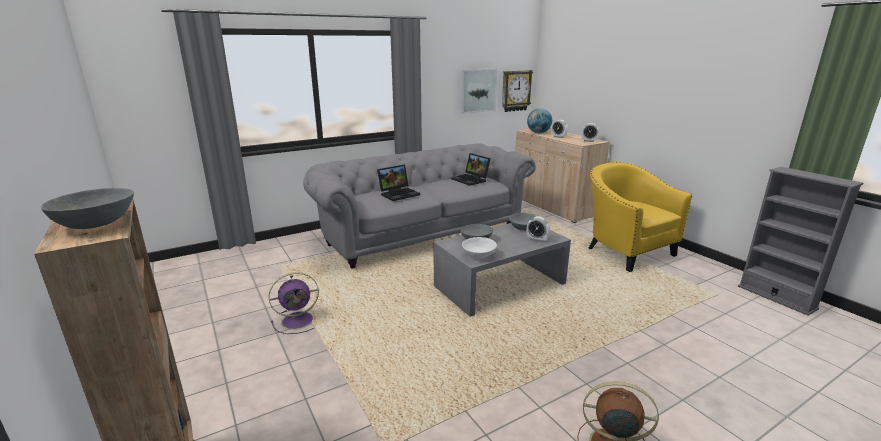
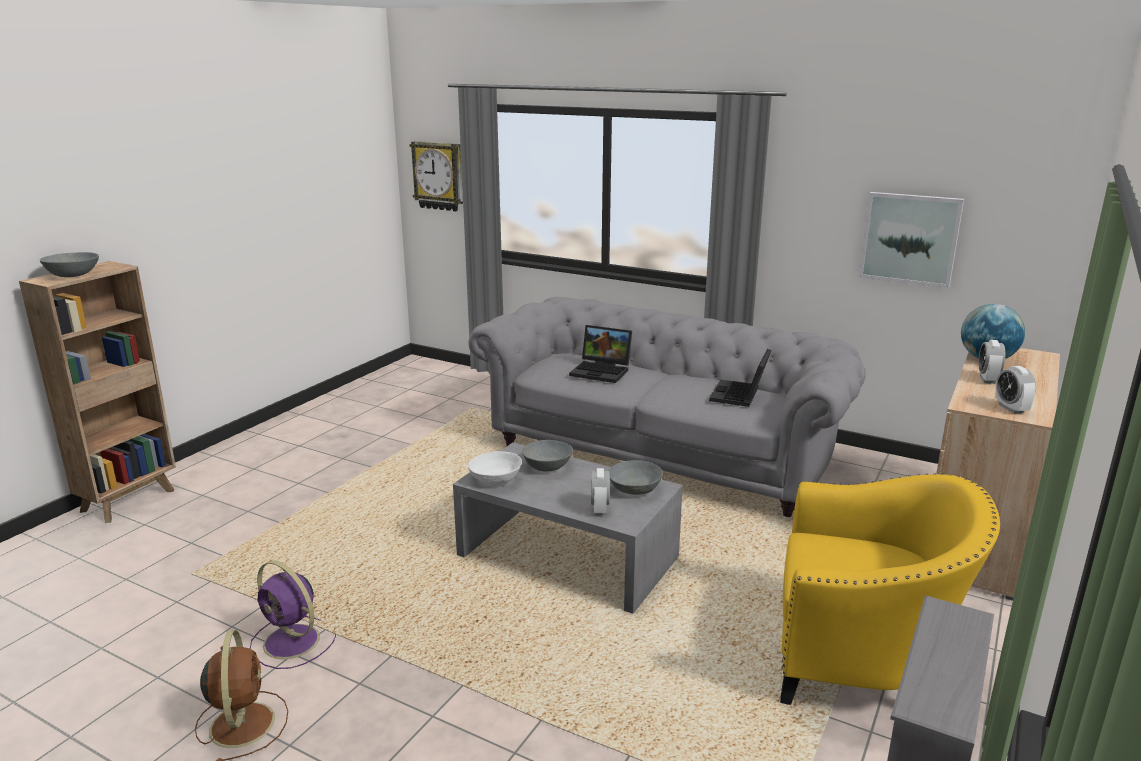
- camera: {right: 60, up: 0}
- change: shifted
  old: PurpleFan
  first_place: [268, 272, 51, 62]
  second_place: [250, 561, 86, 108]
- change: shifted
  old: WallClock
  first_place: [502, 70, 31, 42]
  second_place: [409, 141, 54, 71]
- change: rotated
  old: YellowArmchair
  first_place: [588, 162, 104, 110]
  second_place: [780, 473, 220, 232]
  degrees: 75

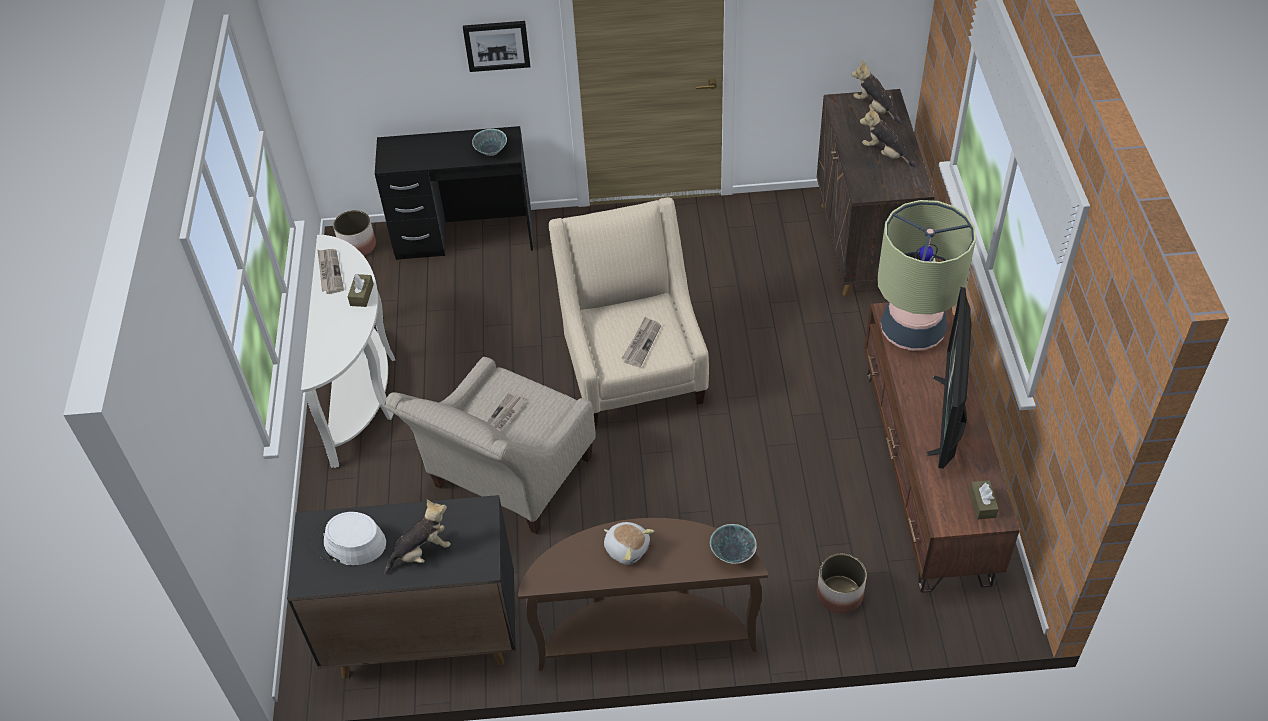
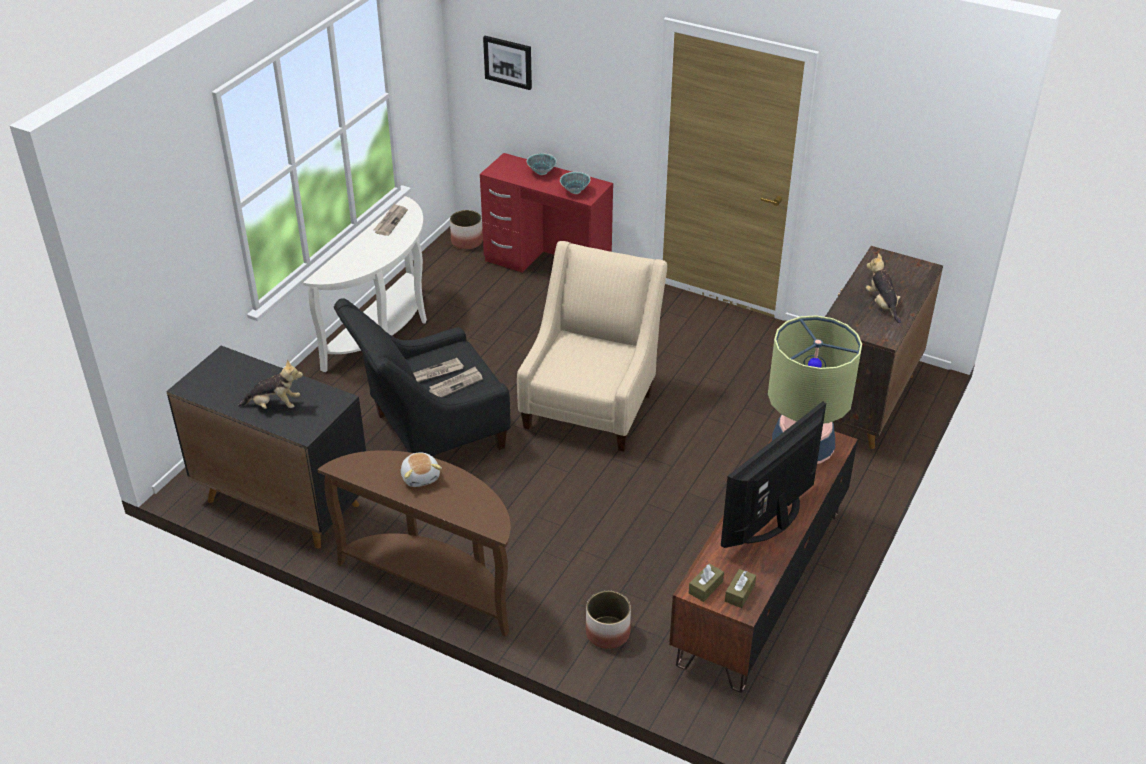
- camera: {right: 30, up: -10}
- change: gone
  old: WhiteHat
  first_place: [310, 512, 76, 53]
- change: gone
  old: PlushToy
  first_place: [851, 60, 51, 63]
- change: shifted
  old: BrownTissueBox
  first_place: [348, 274, 26, 33]
  second_place: [689, 563, 35, 39]
- change: shifted
  old: Picture
  first_place: [463, 21, 67, 51]
  second_place: [483, 36, 49, 54]
- change: shifted
  old: Newspaper
  first_place: [622, 317, 39, 50]
  second_place: [429, 367, 54, 30]
- change: shifted
  old: Bowl
  first_place: [710, 524, 47, 40]
  second_place: [527, 153, 30, 22]
- change: repainted
  old: BlackDesk
  new: RedDesk
  first_place: [375, 126, 158, 134]
  second_place: [480, 153, 133, 120]
- change: repainted
  old: BeigeArmchair
  new: BlackArmchair
  first_place: [385, 357, 211, 177]
  second_place: [334, 298, 177, 158]

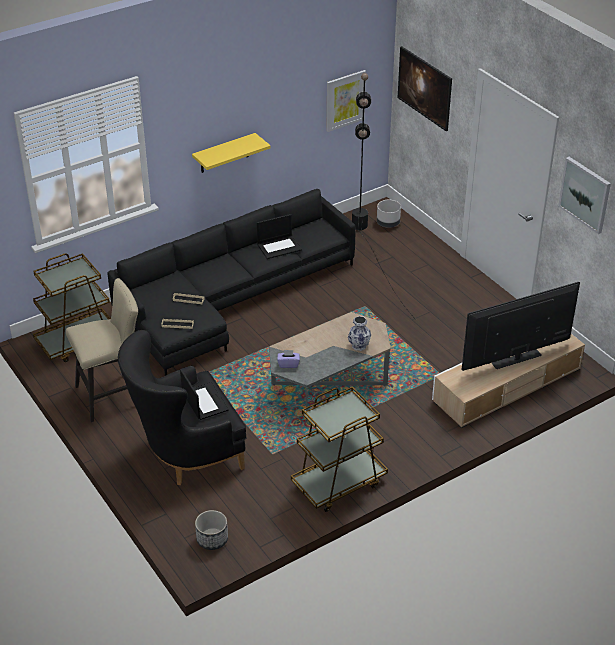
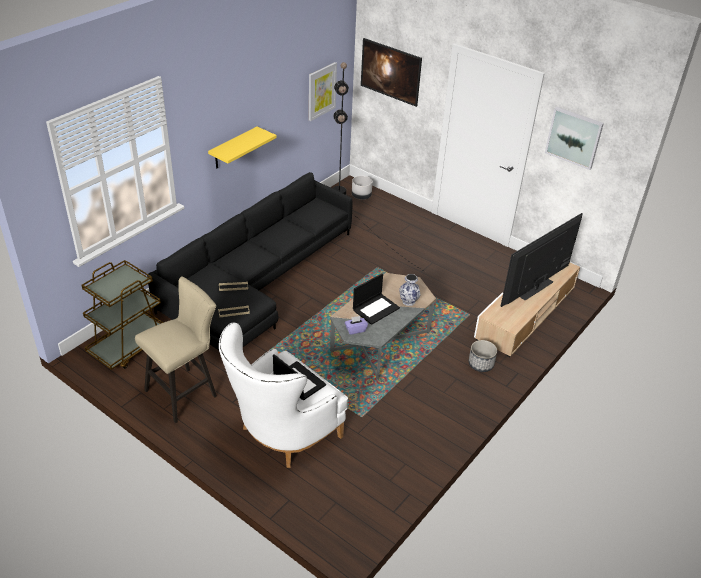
- camera: {right: -20, up: 0}
- change: gone
  old: BrownCart
  first_place: [291, 387, 97, 125]
- change: shifted
  old: Planter
  first_place: [195, 510, 33, 40]
  second_place: [469, 340, 28, 32]
- change: shifted
  old: Laptop
  first_place: [257, 214, 45, 45]
  second_place: [353, 273, 47, 52]
- change: repainted
  old: BlackArmchair
  new: WhiteArmchair
  first_place: [118, 330, 129, 156]
  second_place: [219, 323, 129, 145]

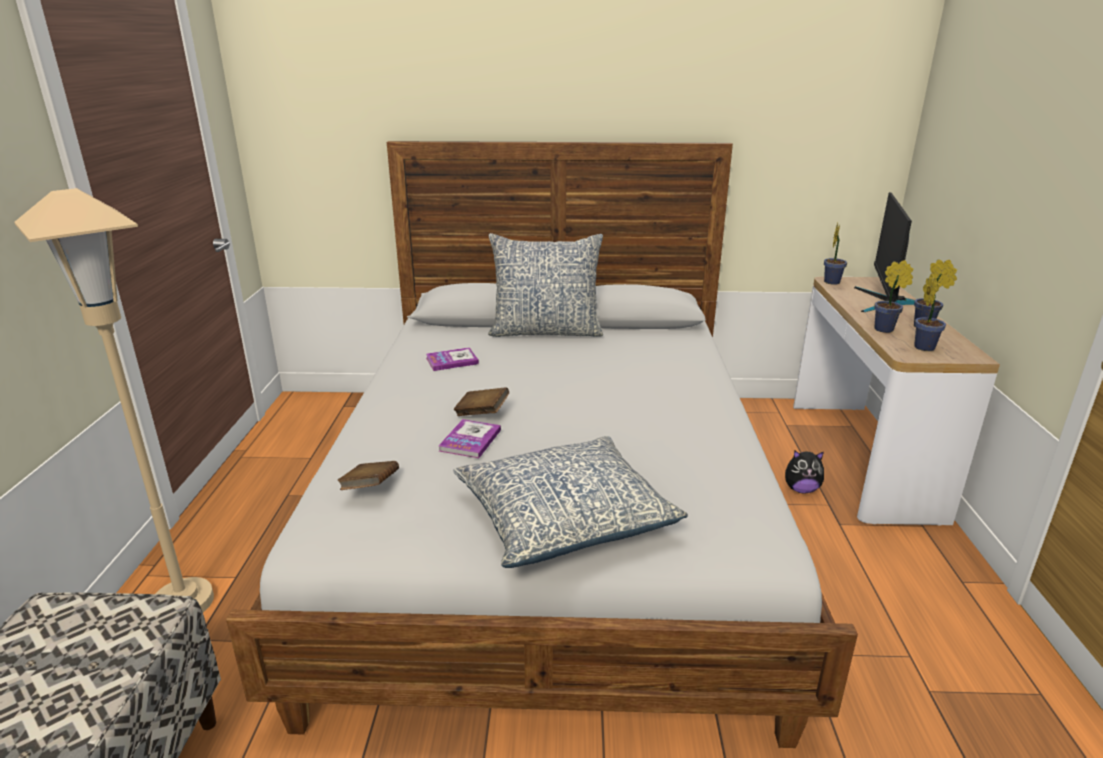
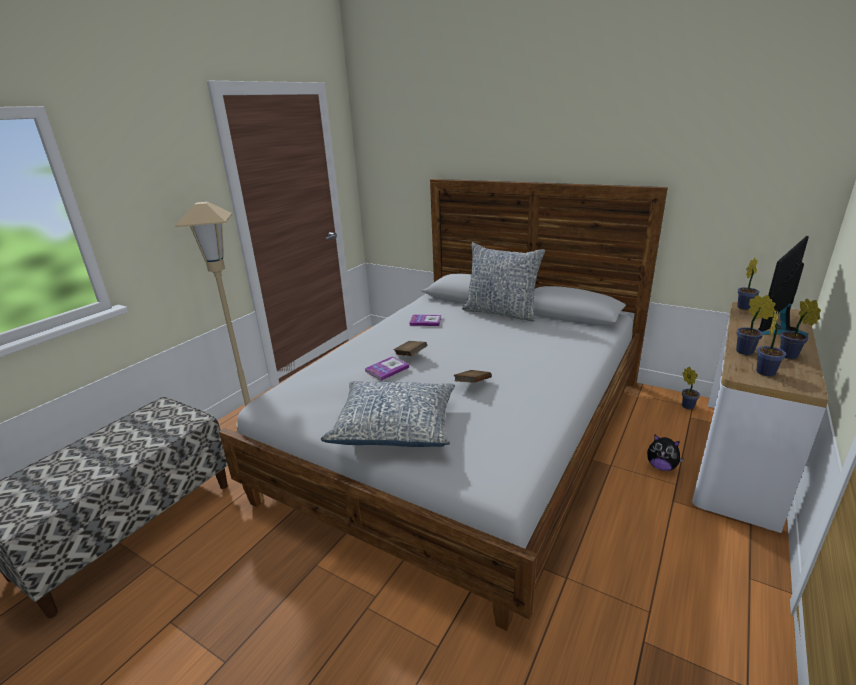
- camera: {right: 30, up: 0}
- change: new
  new: PottedPlant
  second_place: [682, 367, 18, 42]
- change: shifted
  old: BrownBook
  first_place: [338, 461, 61, 29]
  second_place: [454, 370, 38, 13]

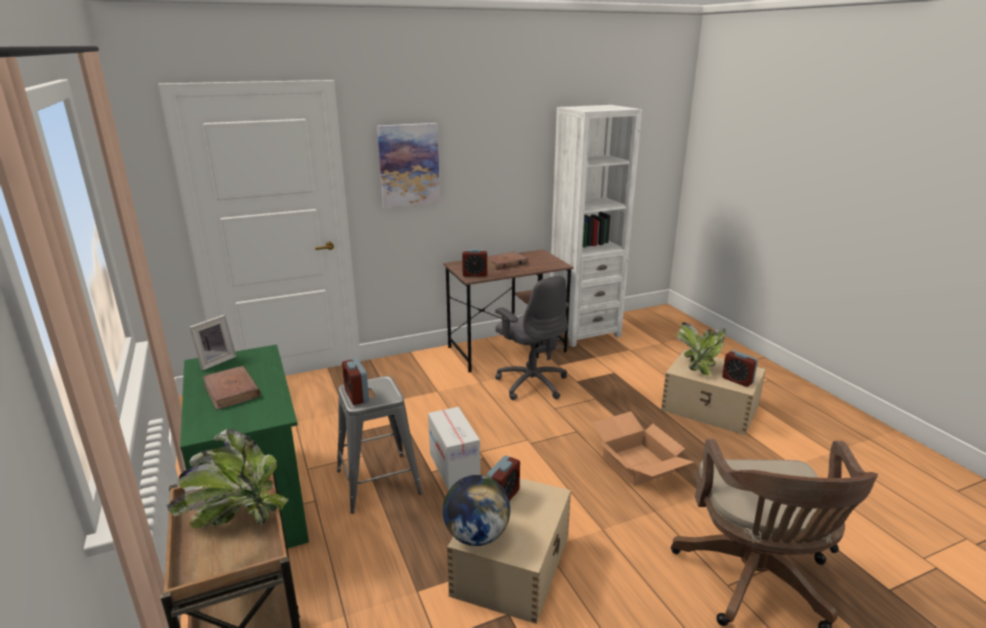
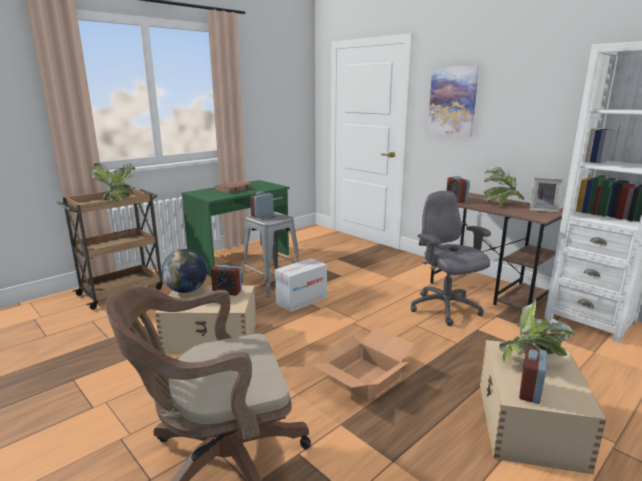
- camera: {right: 70, up: -5}
- change: shifted
  old: PictureFrame
  first_place: [189, 315, 48, 55]
  second_place: [530, 178, 33, 34]
- change: swapped
  old: BrownBook
  new: PottedPlant
  first_place: [487, 251, 41, 19]
  second_place: [483, 166, 41, 39]
- change: rotated
  old: GreyOfficeChair
  first_place: [495, 275, 74, 125]
  second_place: [411, 191, 80, 135]
  degrees: 120

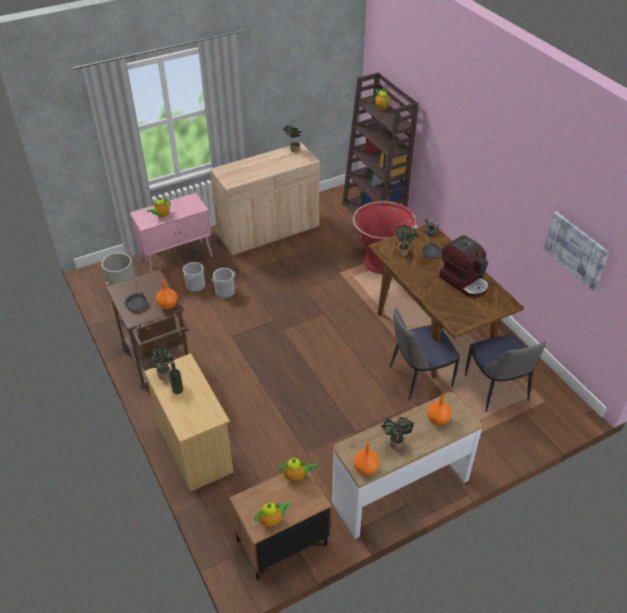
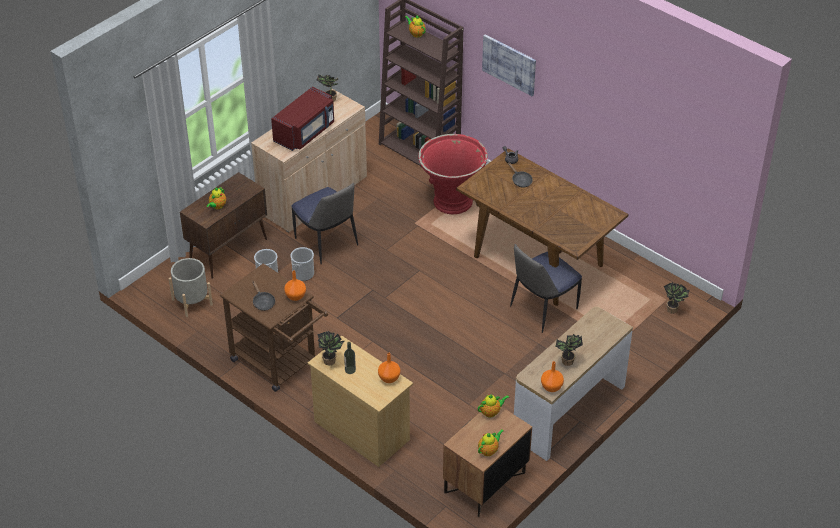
- camera: {right: -20, up: 0}
- change: gone
  old: CoffeeMachine
  first_place: [439, 235, 50, 63]
- change: new
  new: RedMicrowave
  second_place: [271, 87, 63, 64]
- change: shifted
  old: PottedPlant
  first_place: [396, 225, 23, 31]
  second_place: [664, 282, 25, 31]
- change: shifted
  old: OrangeVase
  first_place: [427, 394, 25, 31]
  second_place: [378, 353, 22, 30]
- change: shifted
  old: Chair
  first_place: [465, 334, 81, 78]
  second_place: [291, 183, 67, 82]
- change: shifted
  old: Picture
  first_place: [544, 211, 65, 79]
  second_place: [482, 35, 54, 61]
- change: repainted
  old: PinkCabinet
  new: BrownCabinet
  first_place: [130, 193, 83, 79]
  second_place: [180, 172, 87, 107]

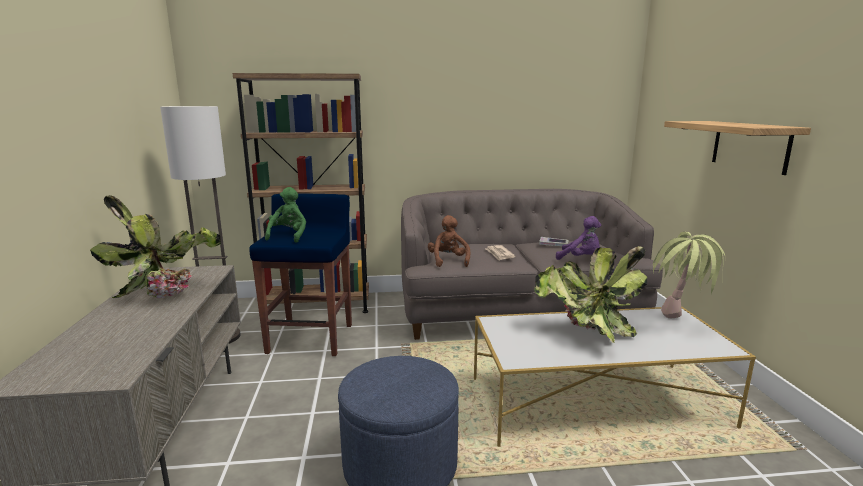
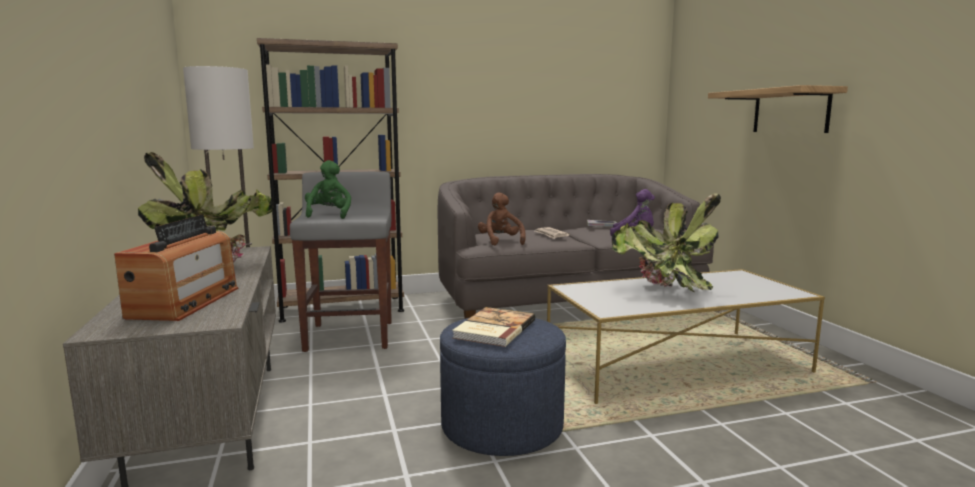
- camera: {right: -10, up: -5}
- change: gone
  old: PottedPlant
  first_place: [653, 232, 73, 86]
- change: new
  new: Radio
  second_place: [114, 215, 124, 106]
- change: new
  new: Book
  second_place: [452, 307, 83, 40]
- change: repainted
  old: BlueStool
  new: GreyStool
  first_place: [249, 193, 103, 163]
  second_place: [290, 172, 102, 180]

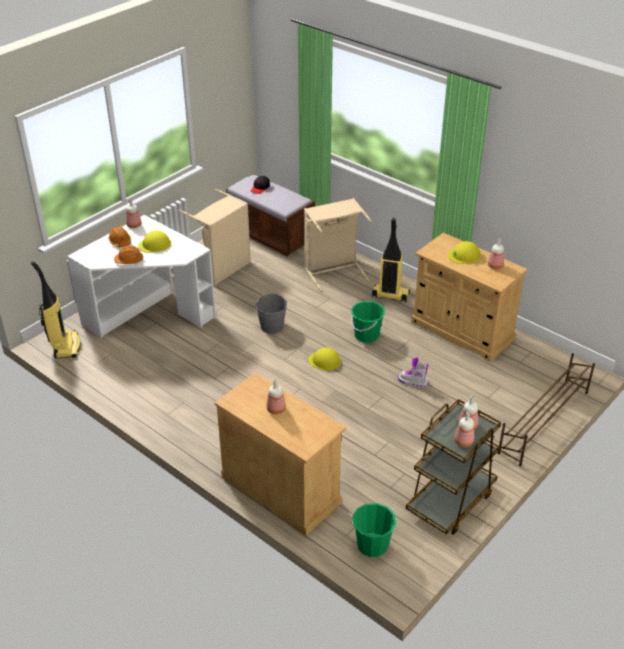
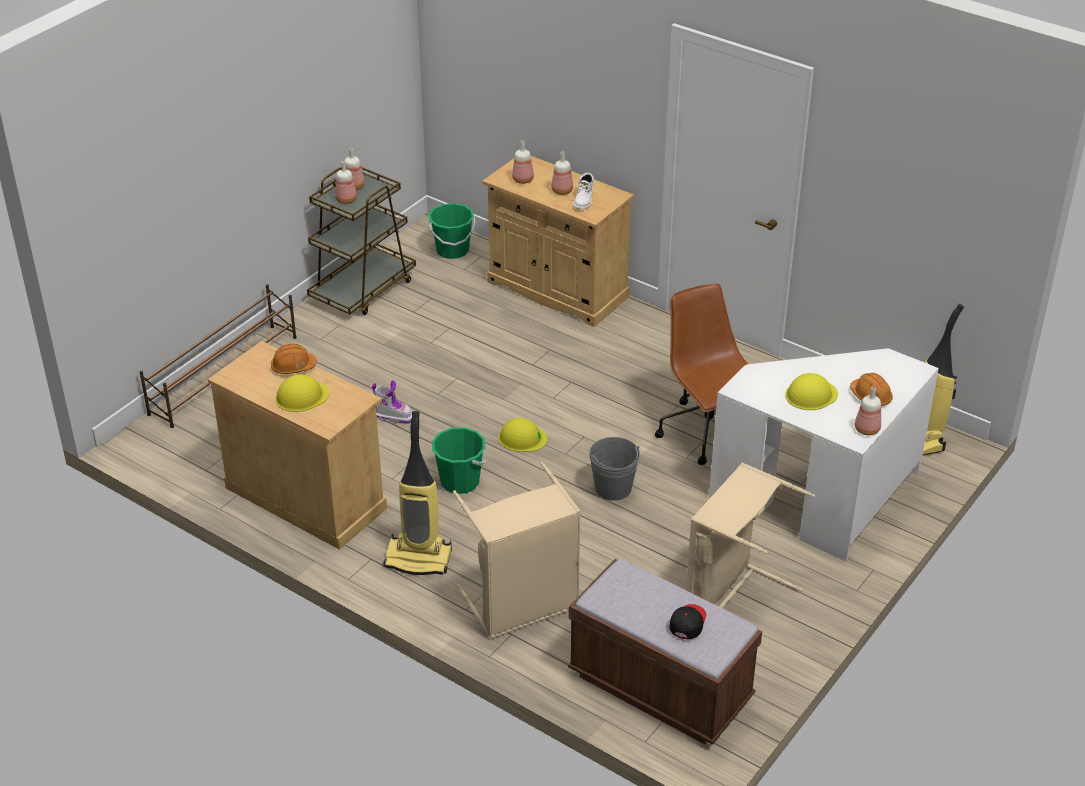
- camera: {right: 175, up: 0}
- change: new
  new: WhiteBoot
  second_place: [573, 173, 21, 37]
- change: new
  new: BrownOfficeChair
  second_place: [655, 283, 93, 182]
- change: shifted
  old: OrangeHardHat
  first_place: [114, 245, 29, 19]
  second_place: [271, 344, 46, 30]
- change: shifted
  old: Bottle
  first_place: [488, 238, 16, 31]
  second_place: [512, 141, 22, 43]

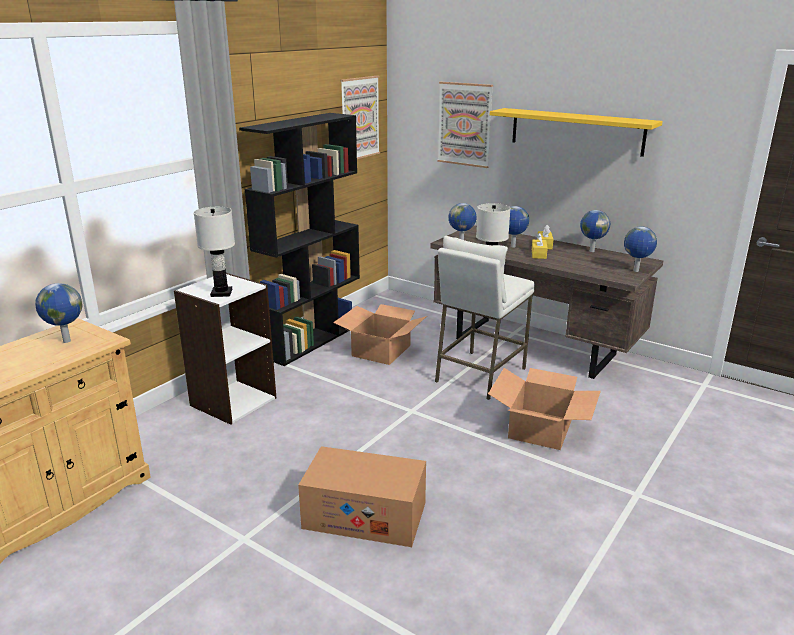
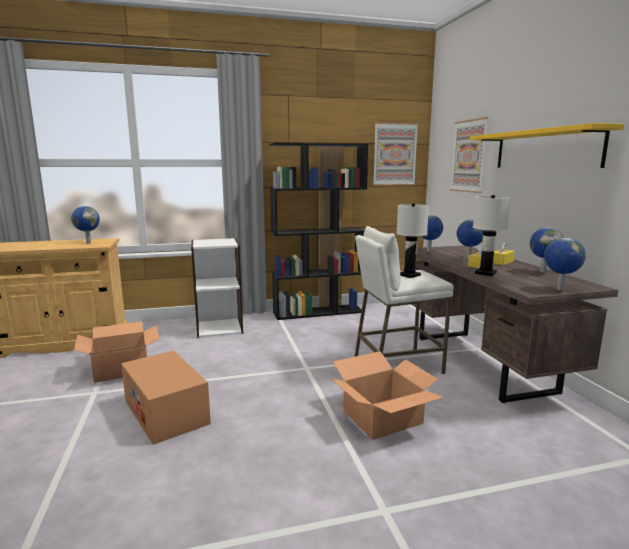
- camera: {right: 40, up: -10}
- change: shifted
  old: WhiteTableLamp
  first_place: [193, 207, 42, 90]
  second_place: [473, 195, 38, 81]
- change: shifted
  old: CardboardBox
  first_place: [333, 304, 94, 61]
  second_place: [74, 321, 86, 62]

